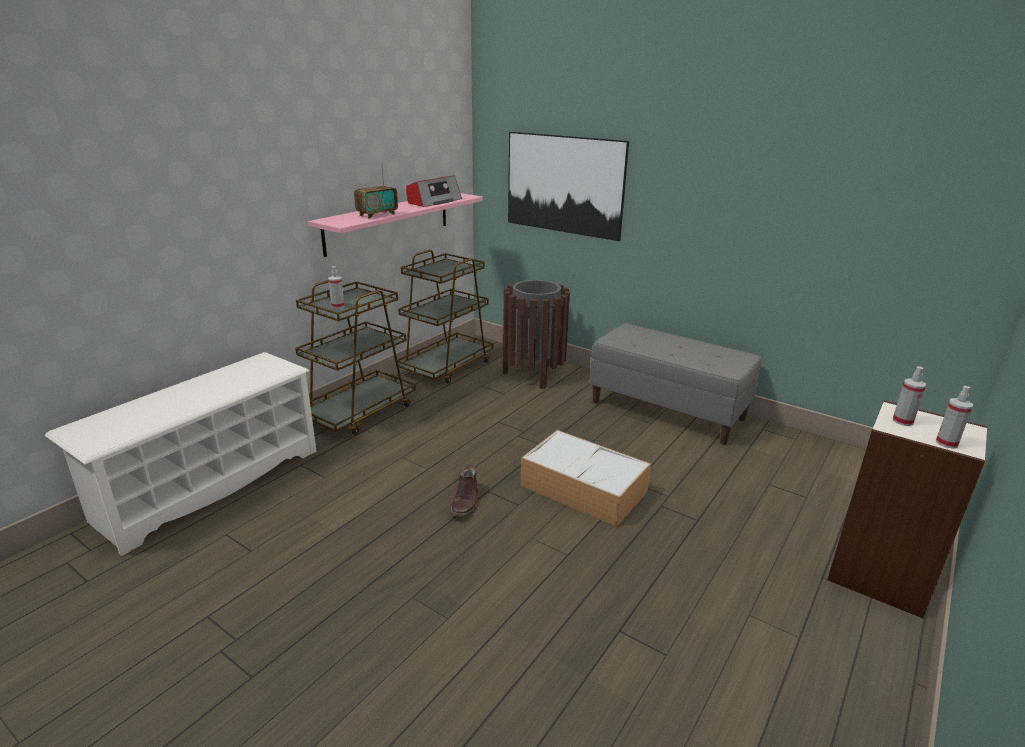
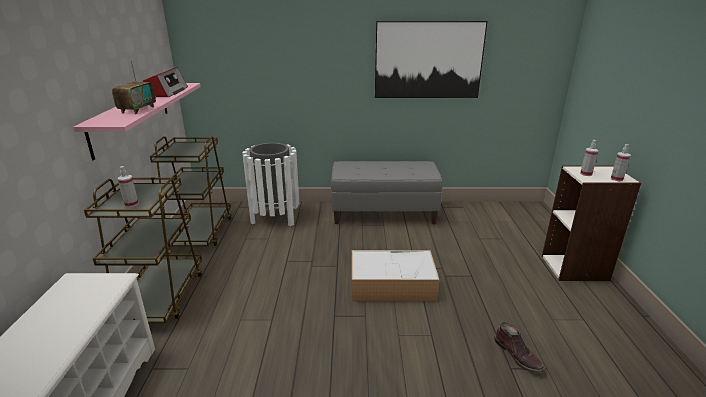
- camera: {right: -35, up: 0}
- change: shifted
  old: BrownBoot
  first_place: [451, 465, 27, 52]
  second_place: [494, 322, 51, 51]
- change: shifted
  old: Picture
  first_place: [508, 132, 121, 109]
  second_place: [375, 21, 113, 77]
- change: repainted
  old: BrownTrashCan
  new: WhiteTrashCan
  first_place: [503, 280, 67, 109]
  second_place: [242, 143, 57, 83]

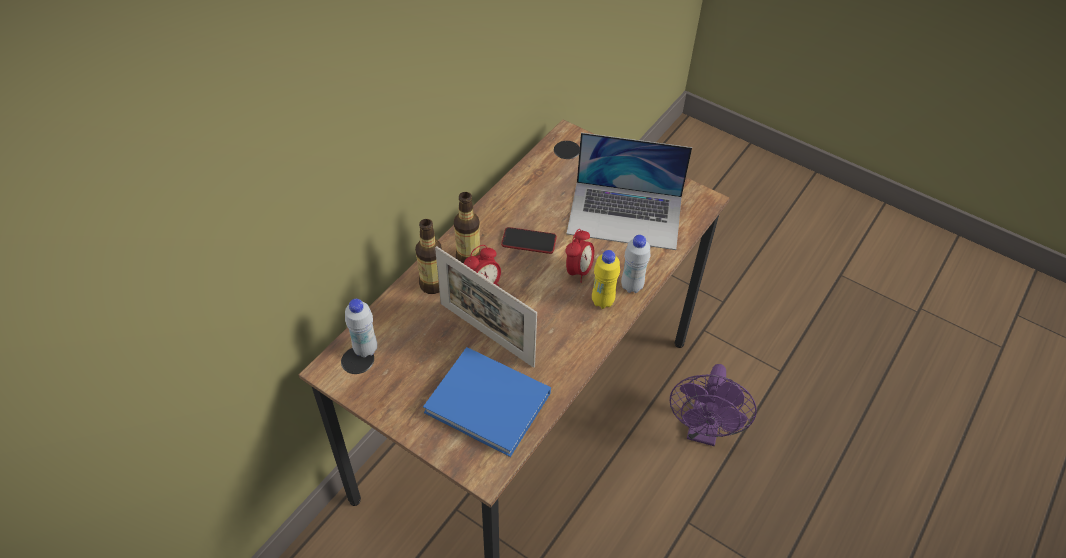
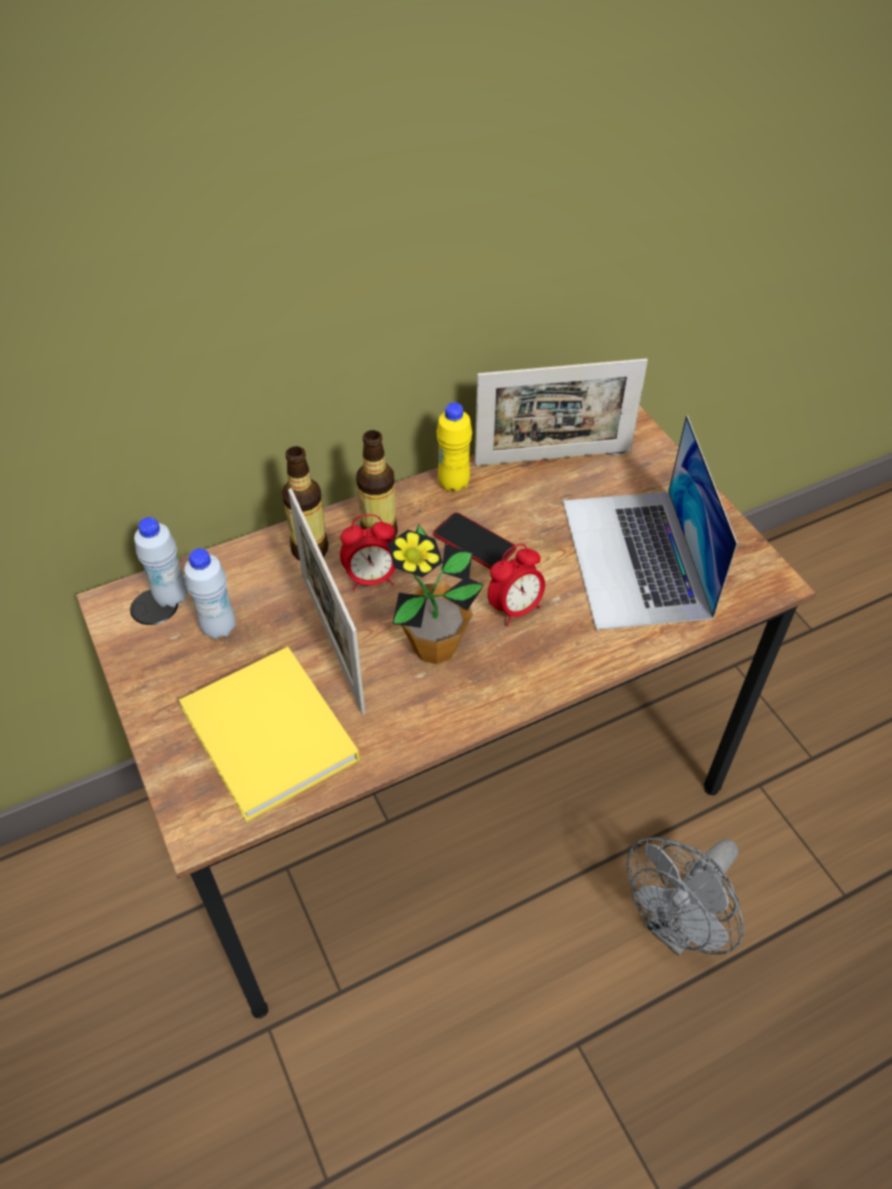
- camera: {right: 30, up: 0}
- change: new
  new: PottedPlant
  second_place: [387, 524, 97, 140]
- change: new
  new: PictureFrame
  second_place: [475, 358, 173, 108]
- change: shifted
  old: YellowBottle
  first_place: [592, 250, 28, 59]
  second_place: [436, 402, 36, 90]
- change: shifted
  old: WhiteBottle
  first_place: [621, 235, 29, 58]
  second_place: [184, 548, 52, 91]
- change: repainted
  old: BlueBook
  new: YellowBook
  first_place: [423, 347, 128, 110]
  second_place: [179, 647, 181, 175]
- change: repainted
  old: PurpleFan
  new: GreyFan
  first_place: [670, 364, 87, 82]
  second_place: [627, 837, 117, 119]
- change: rotated
  old: Laptop
  first_place: [566, 133, 126, 117]
  second_place: [563, 415, 175, 215]
  degrees: 45

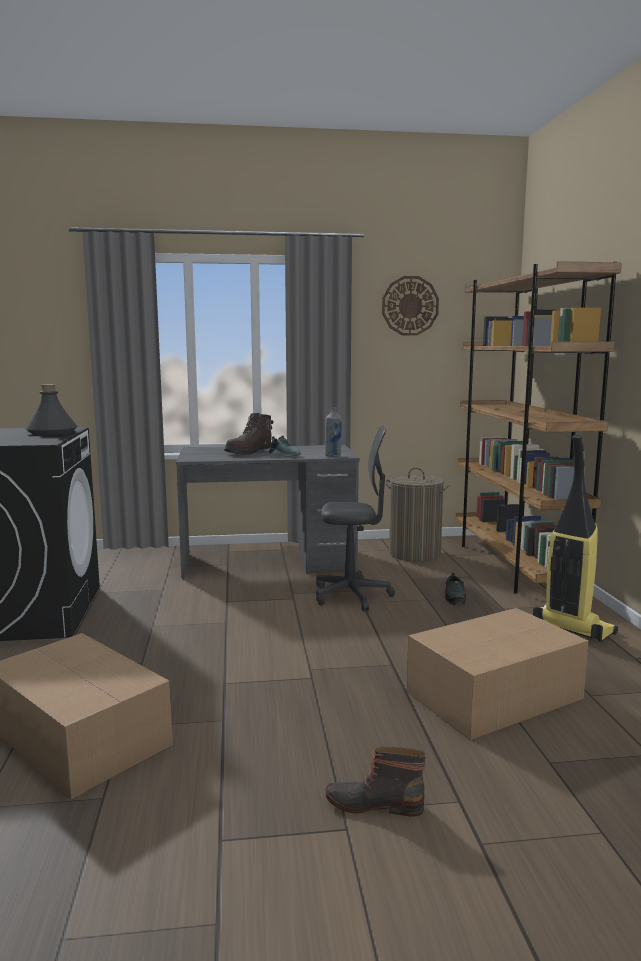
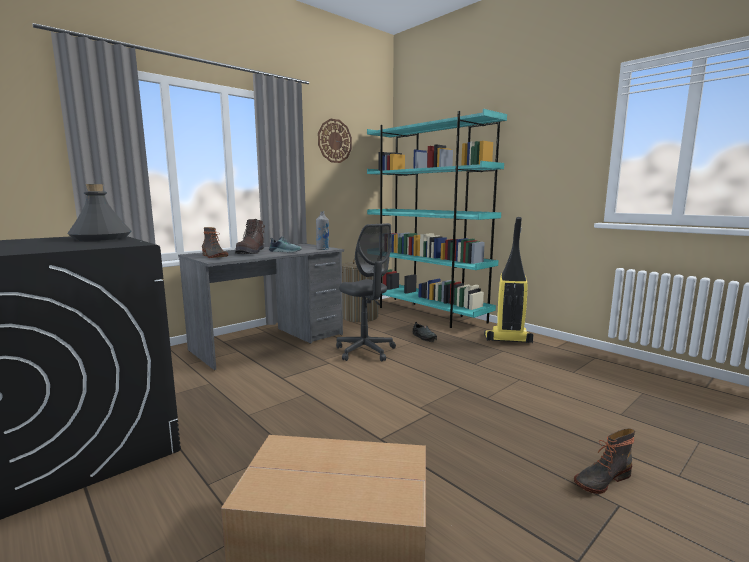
- camera: {right: -35, up: 0}
- change: gone
  old: CardboardBox
  first_place: [407, 608, 181, 132]
- change: new
  new: Boot
  second_place: [202, 227, 26, 31]
- change: repainted
  old: BrownBookcase
  new: TurquoiseBookcase
  first_place: [456, 261, 166, 333]
  second_place: [367, 109, 140, 219]
- change: rotated
  old: GreyOfficeChair
  first_place: [316, 426, 79, 185]
  second_place: [336, 223, 60, 139]
  degrees: 90

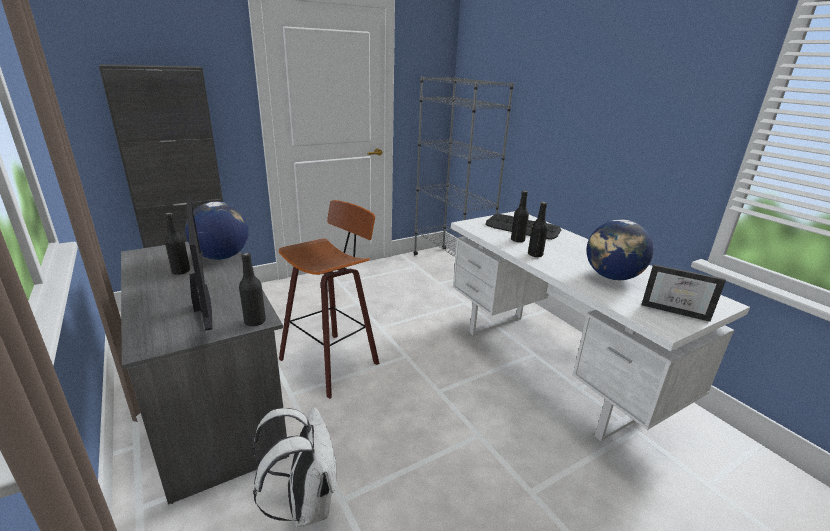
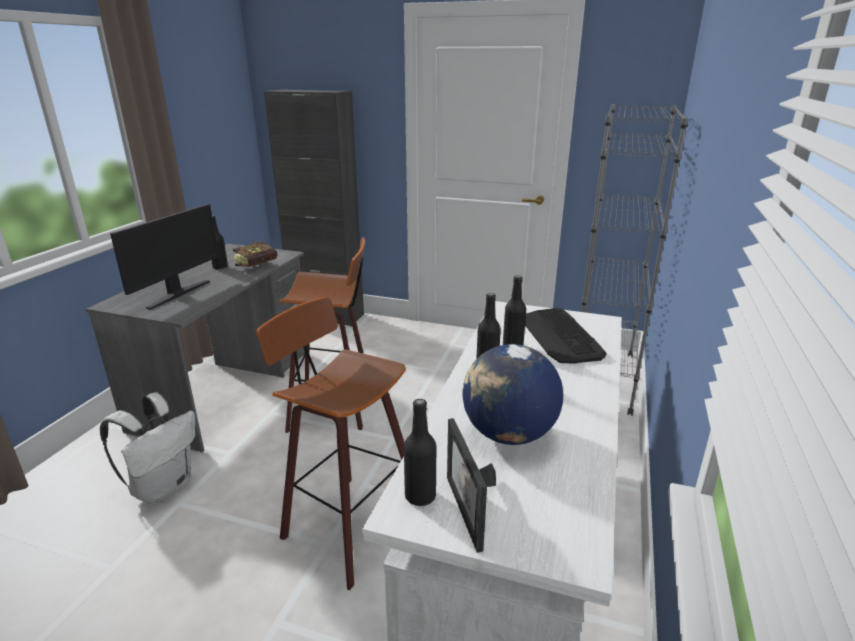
- camera: {right: 50, up: 0}
- change: new
  new: Stool
  second_place: [256, 297, 150, 293]
- change: shifted
  old: BlackBottle
  first_place: [239, 253, 27, 73]
  second_place: [404, 399, 32, 107]
- change: swapped
  old: Globe
  new: Book
  first_place: [185, 201, 64, 59]
  second_place: [233, 241, 44, 26]

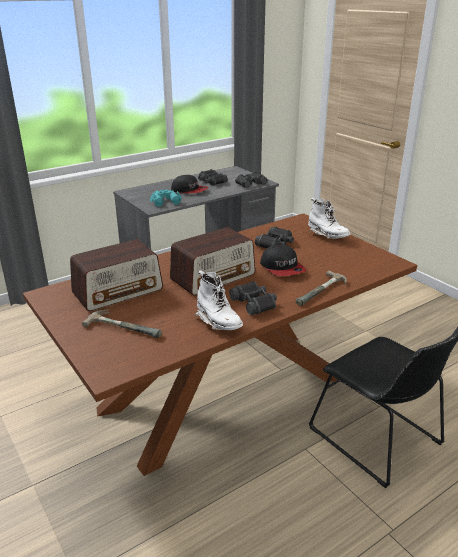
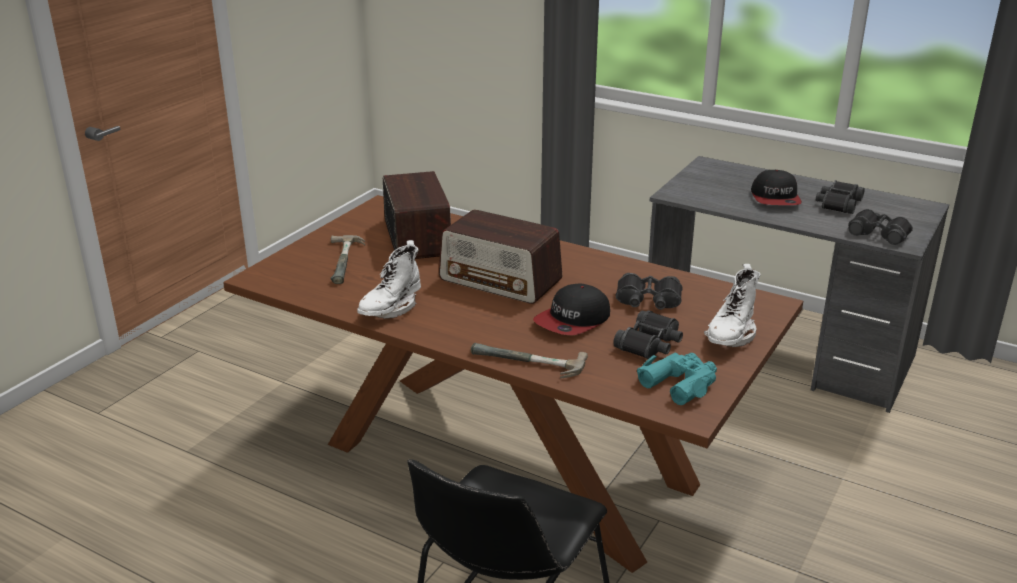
- camera: {right: 65, up: 0}
- change: shifted
  old: TurquoiseBinoculars
  first_place: [150, 189, 32, 18]
  second_place: [637, 353, 80, 52]
- change: shifted
  old: BlackBinoculars
  first_place: [229, 281, 48, 34]
  second_place: [613, 310, 70, 49]
- change: rotated
  old: Radio
  first_place: [70, 239, 93, 72]
  second_place: [383, 171, 68, 88]
  degrees: -135

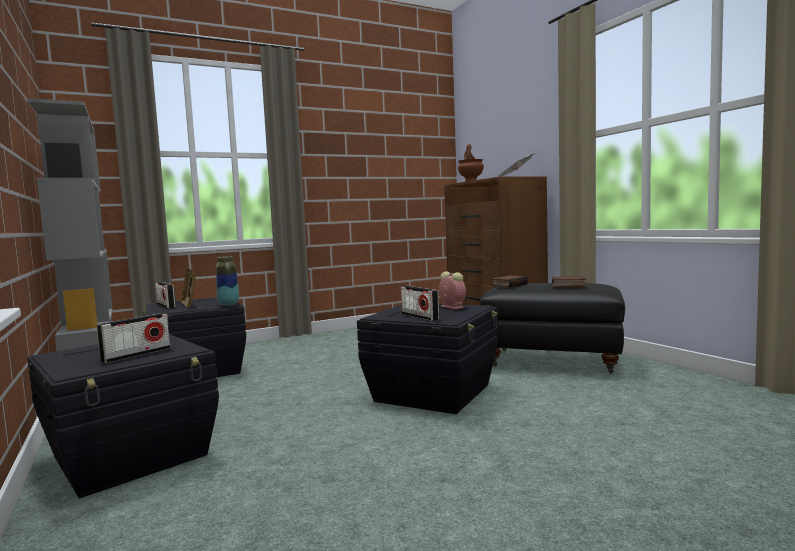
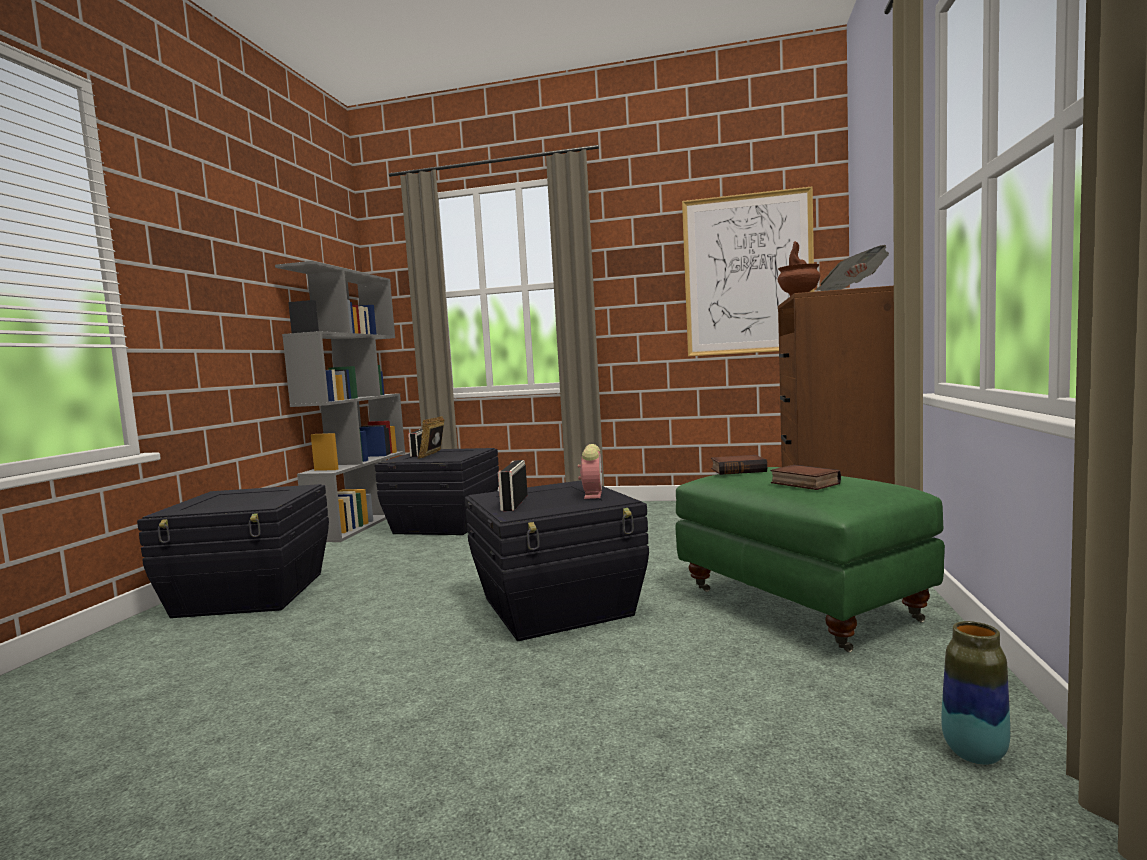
- camera: {right: 40, up: 0}
- change: gone
  old: Radio
  first_place: [97, 313, 73, 50]
- change: new
  new: Picture
  second_place: [682, 186, 132, 170]
- change: shifted
  old: Vase
  first_place: [216, 256, 23, 50]
  second_place: [941, 621, 69, 144]
- change: repainted
  old: BlackOttoman
  new: GreenOttoman
  first_place: [480, 283, 145, 91]
  second_place: [675, 467, 270, 185]

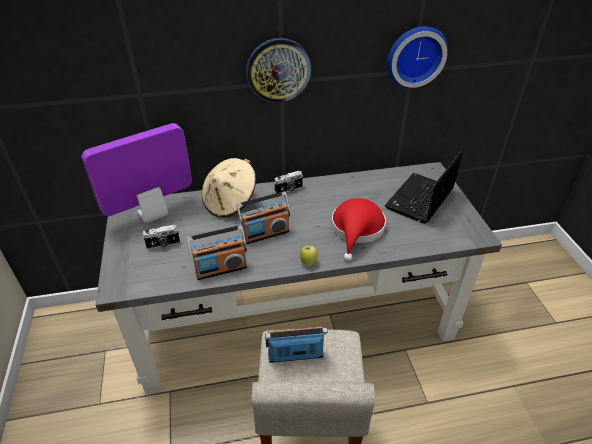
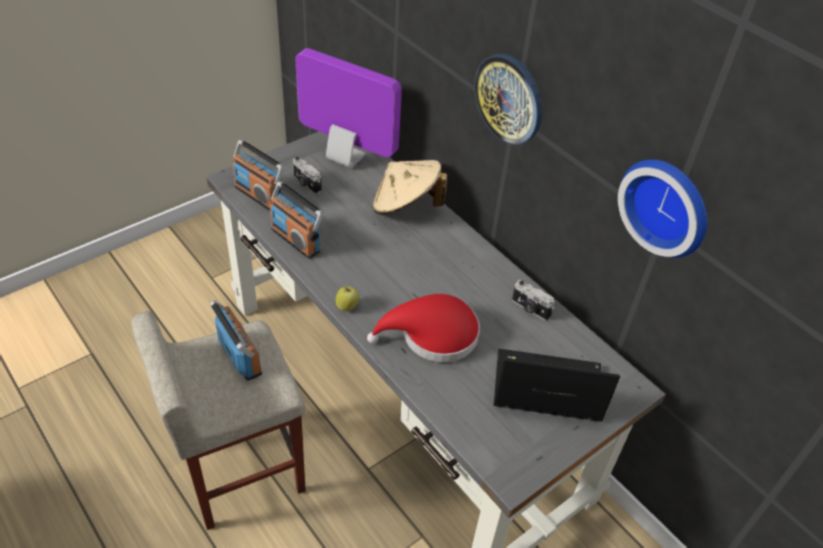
- camera: {right: 60, up: 5}
- change: shifted
  old: Radio
  first_place: [236, 192, 54, 52]
  second_place: [232, 140, 52, 71]
- change: shifted
  old: PhotoCamera
  first_place: [274, 171, 29, 22]
  second_place: [512, 280, 43, 41]

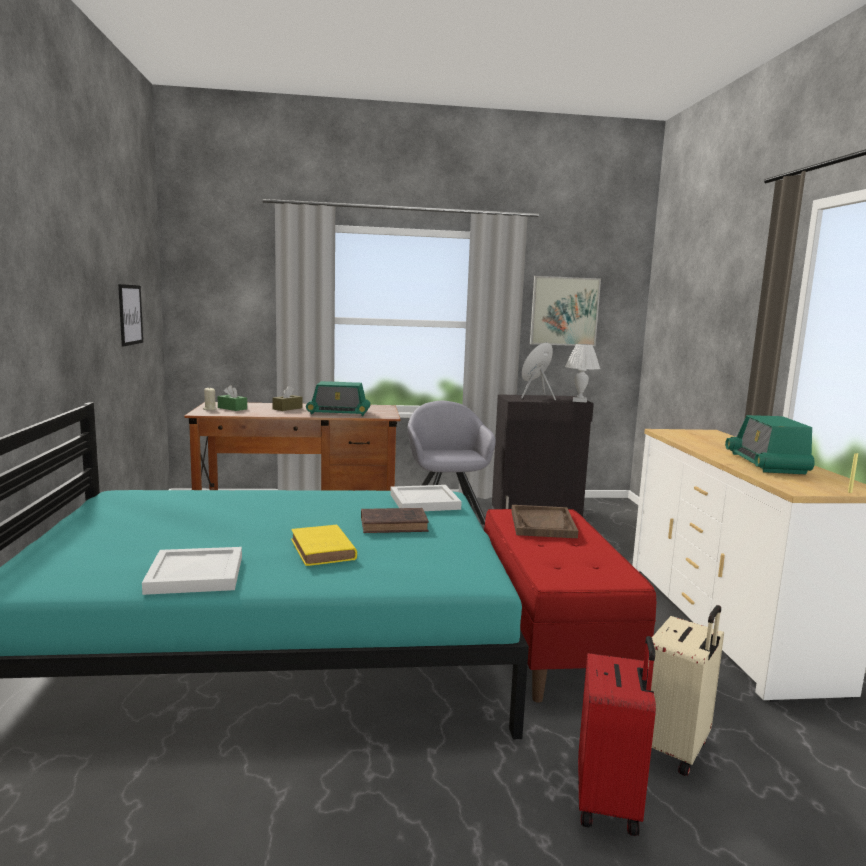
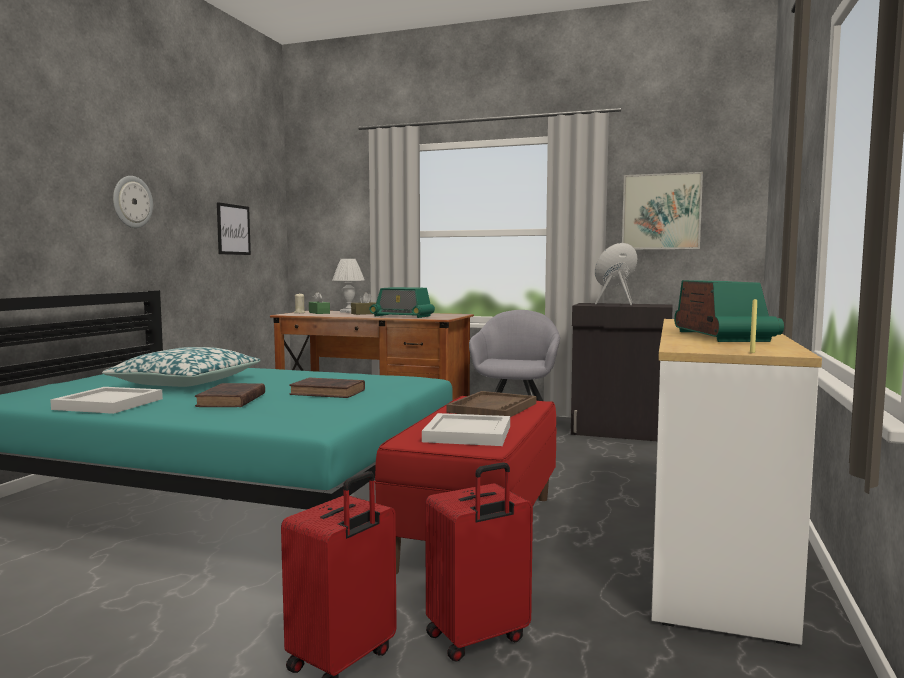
- camera: {right: 25, up: -5}
- change: new
  new: Pillow
  second_place: [102, 347, 159, 40]
- change: new
  new: WallClock
  second_place: [113, 176, 40, 52]
- change: shifted
  old: WhiteTray
  first_place: [390, 485, 72, 26]
  second_place: [422, 413, 88, 33]
- change: shifted
  old: WhiteTableLamp
  first_place: [565, 344, 35, 59]
  second_place: [332, 259, 32, 54]
- change: repainted
  old: YellowBook
  new: BrownBook
  first_place: [291, 524, 66, 42]
  second_place: [195, 383, 70, 24]
- change: repainted
  old: BeigeSuitcase
  new: RedSuitcase
  first_place: [648, 605, 76, 171]
  second_place: [425, 462, 108, 200]
- change: rotated
  old: Radio
  first_place: [725, 415, 90, 59]
  second_place: [674, 280, 110, 62]
  degrees: 150

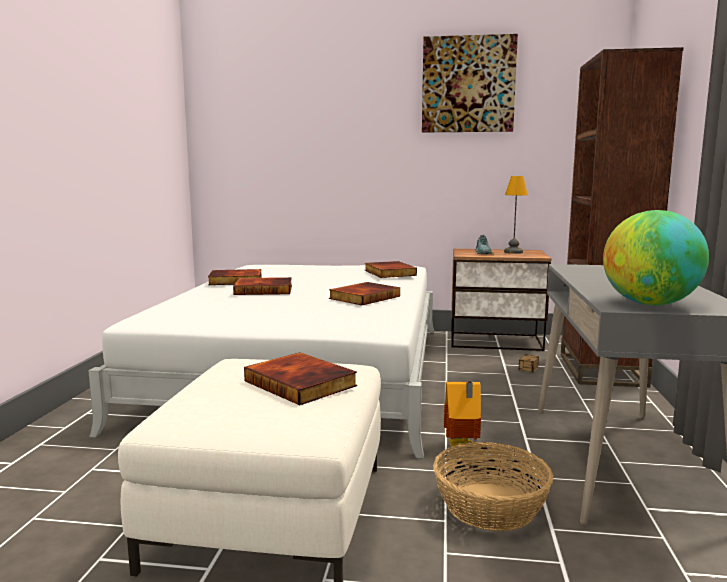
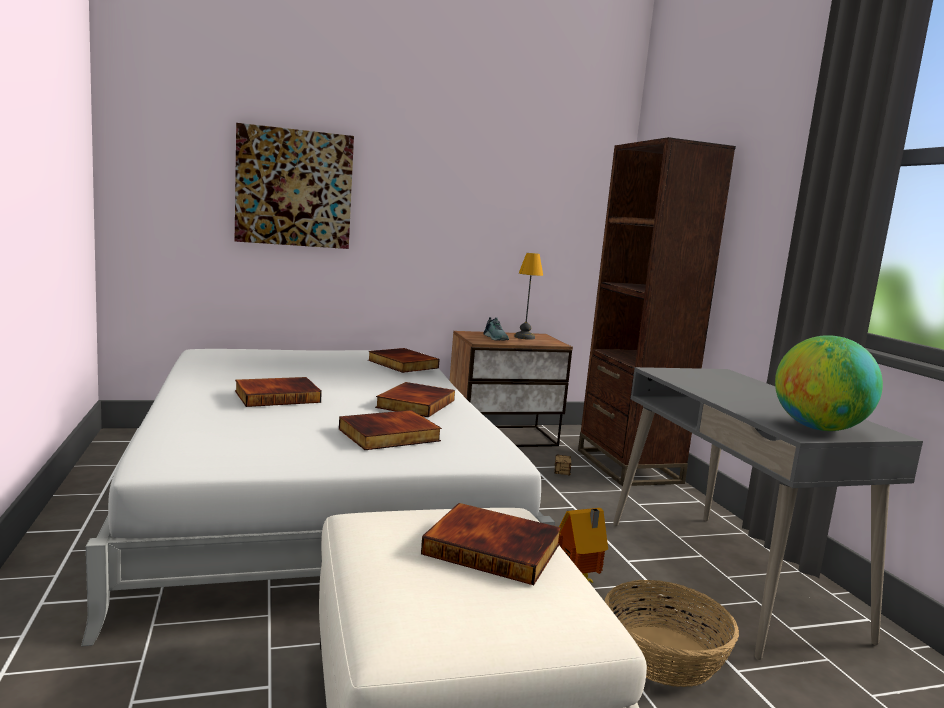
- camera: {right: -25, up: 0}
- change: shifted
  old: Book
  first_place: [208, 269, 53, 16]
  second_place: [339, 410, 103, 40]
- change: shifted
  old: Picture
  first_place: [422, 34, 96, 98]
  second_place: [235, 123, 119, 126]

